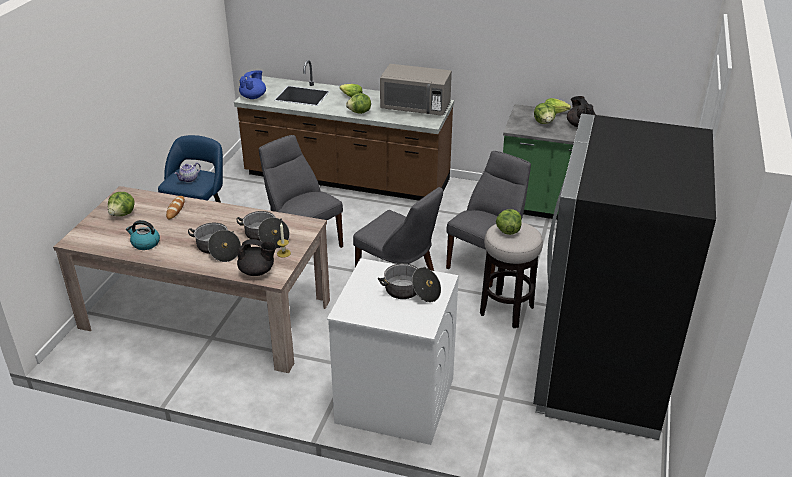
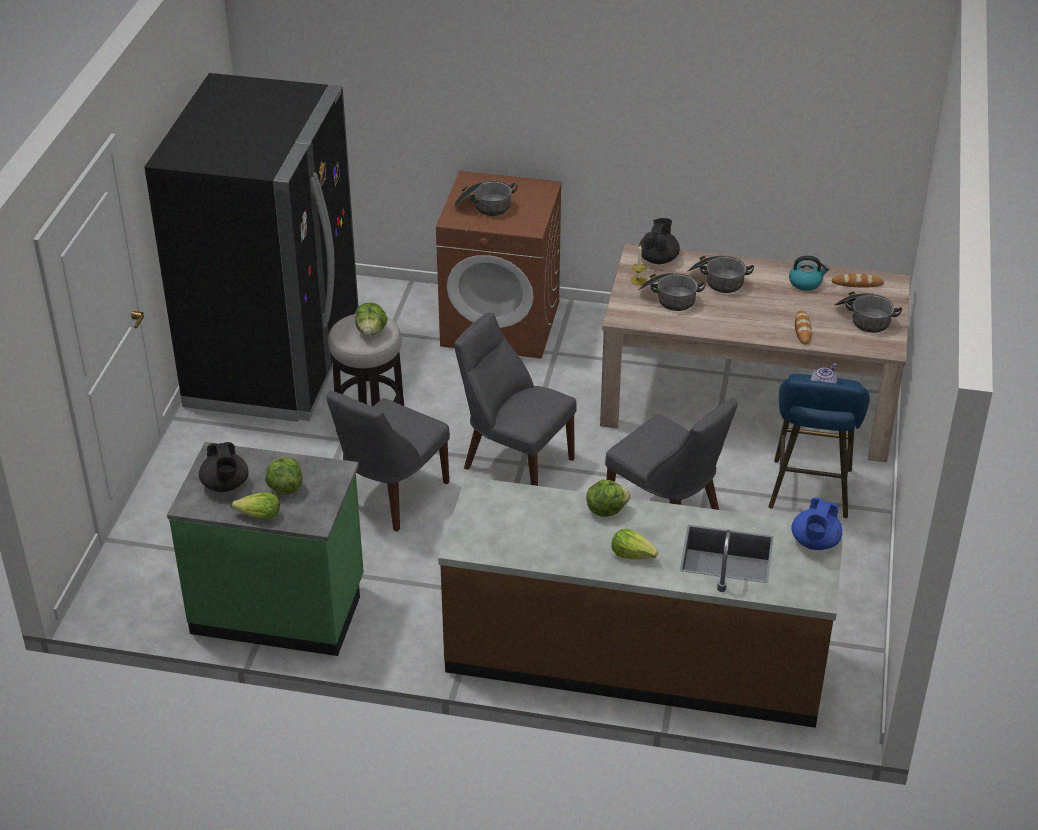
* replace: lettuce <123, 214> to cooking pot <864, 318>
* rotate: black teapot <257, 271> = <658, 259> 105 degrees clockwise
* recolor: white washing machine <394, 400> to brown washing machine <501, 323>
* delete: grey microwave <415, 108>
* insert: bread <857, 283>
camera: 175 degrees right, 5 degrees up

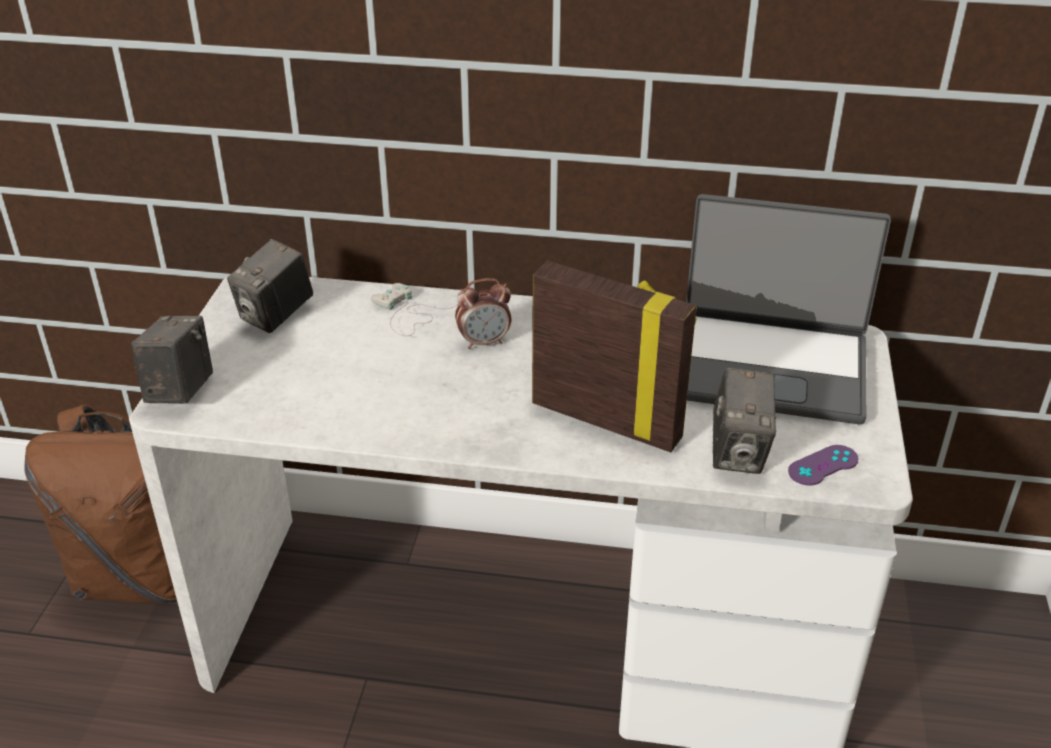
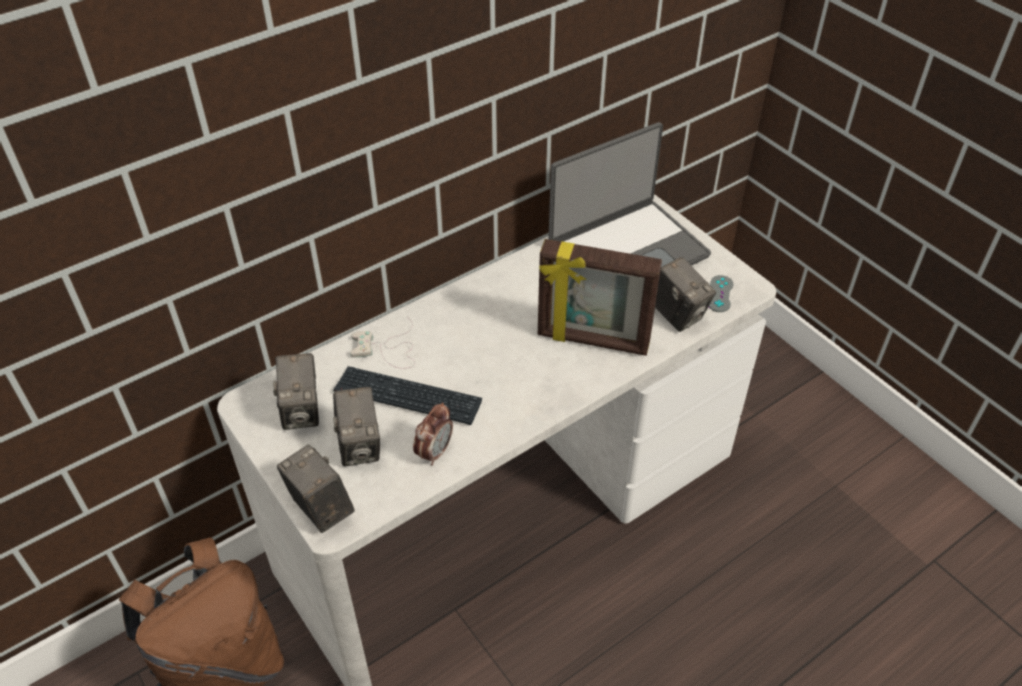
* move: alarm clock <484, 342> to <434, 452>
* rotate: picture frame <607, 420> = <592, 341> 150 degrees counterclockwise
* recolor: purple game controller <823, 465> to grey game controller <720, 294>
* insert: keyboard <407, 397>
* insert: photo camera <360, 446>
camera: 45 degrees left, 10 degrees up

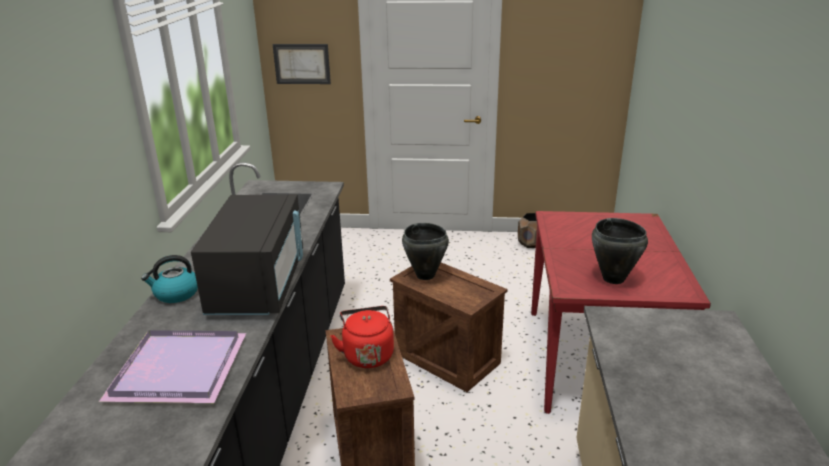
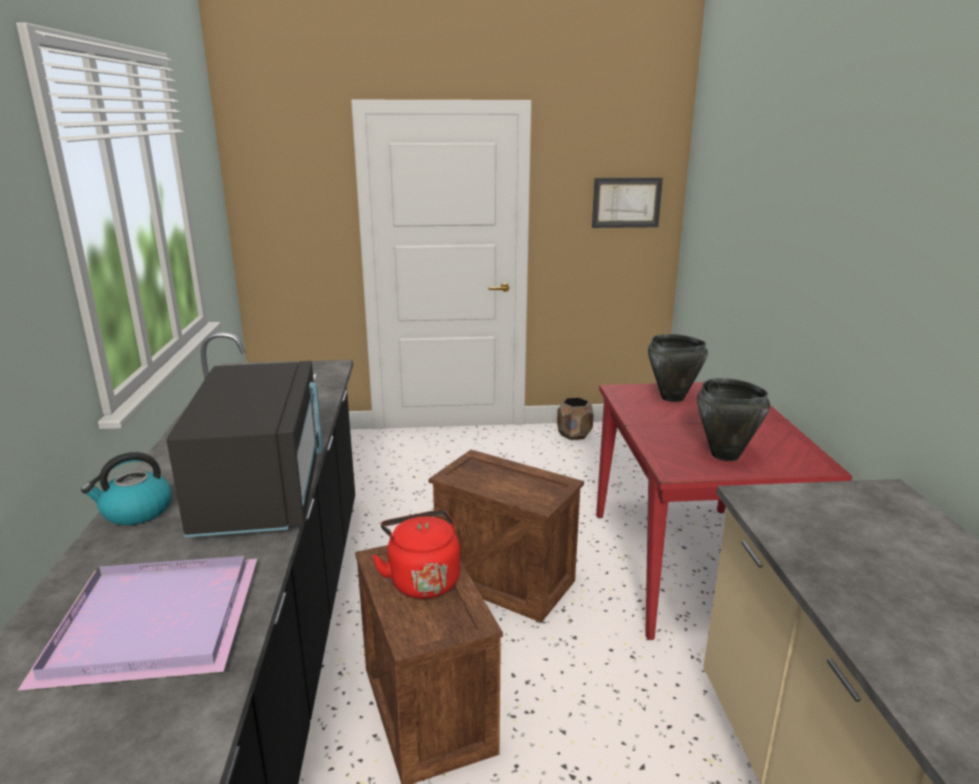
* move: picture <302, 64> to <626, 202>
* move: black cooking pot <425, 275> to <672, 398>
camera: 10 degrees left, 5 degrees down

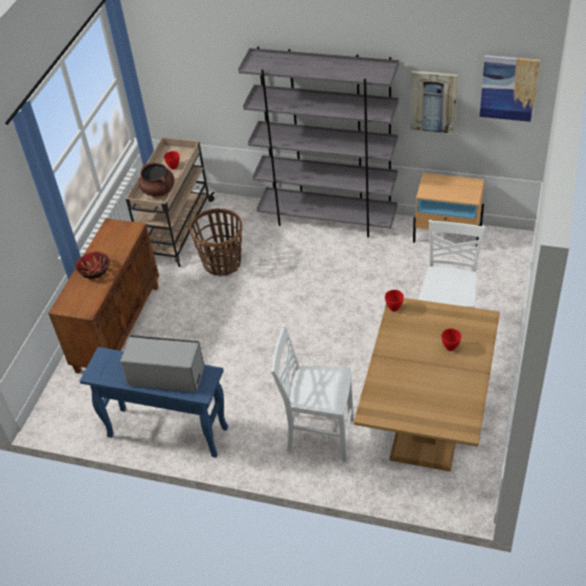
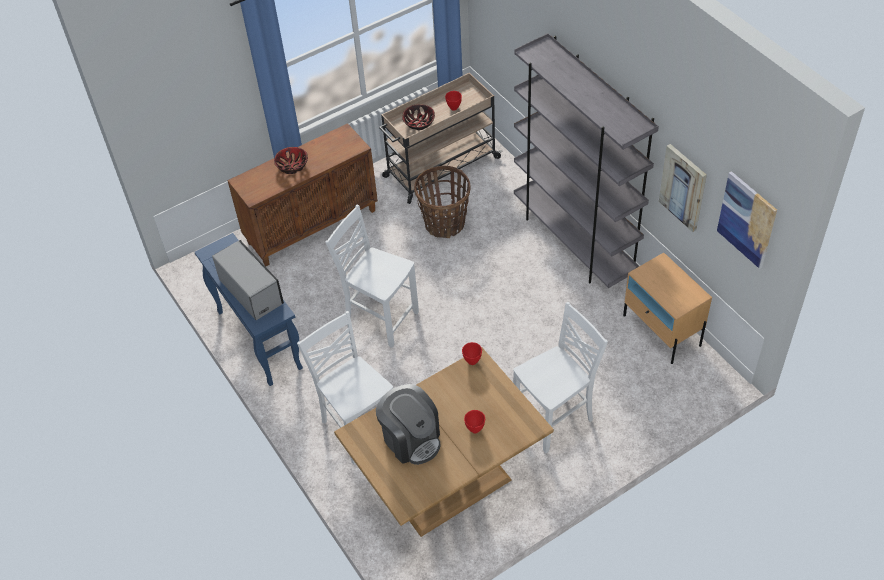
* replace: brown cooking pot <159, 190> to bowl <419, 123>
* insert: white chair <380, 318>
* insert: coffee machine <411, 439>
camera: 40 degrees right, 5 degrees up

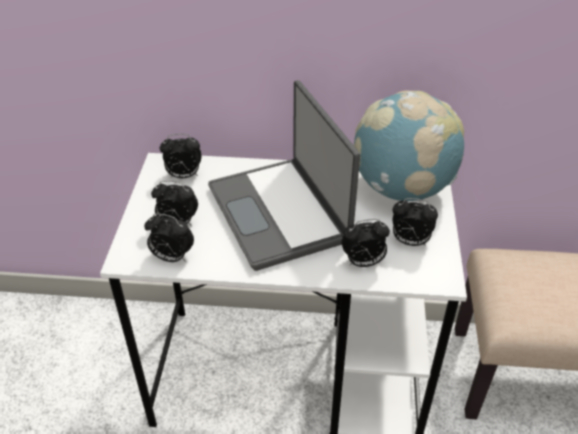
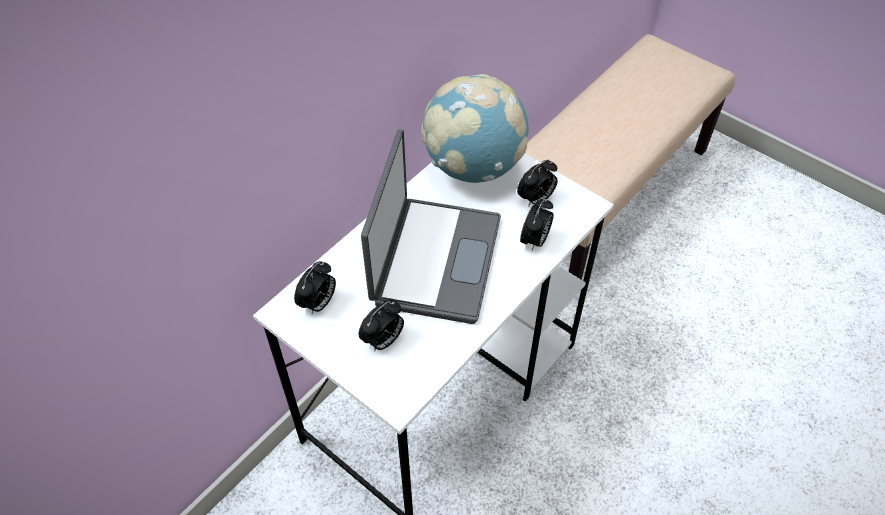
* delete: alarm clock <171, 257>
* rotate: laptop <280, 213> = <434, 260> 90 degrees counterclockwise
camera: 55 degrees left, 10 degrees up

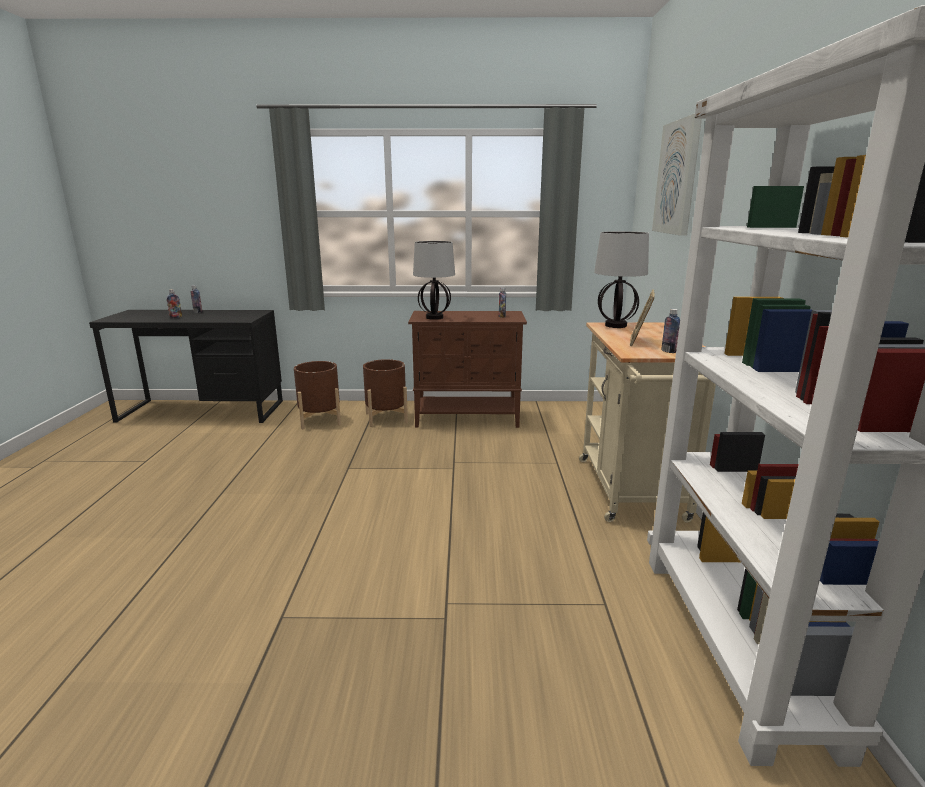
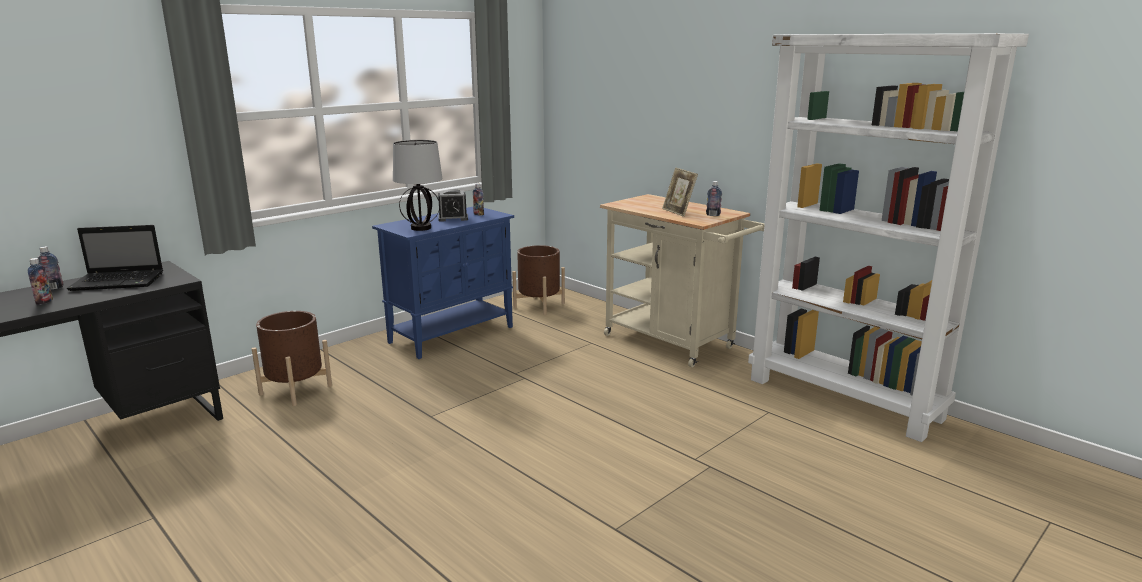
* move: brown planter <386, 418> to <539, 305>
* recolor: brown cabinet <468, 418> to blue cabinet <452, 334>
* delete: table lamp <616, 326>
* delete: picture <677, 178>
* insert: laptop <120, 282>
* insert: alarm clock <453, 218>
camera: 45 degrees left, 0 degrees up

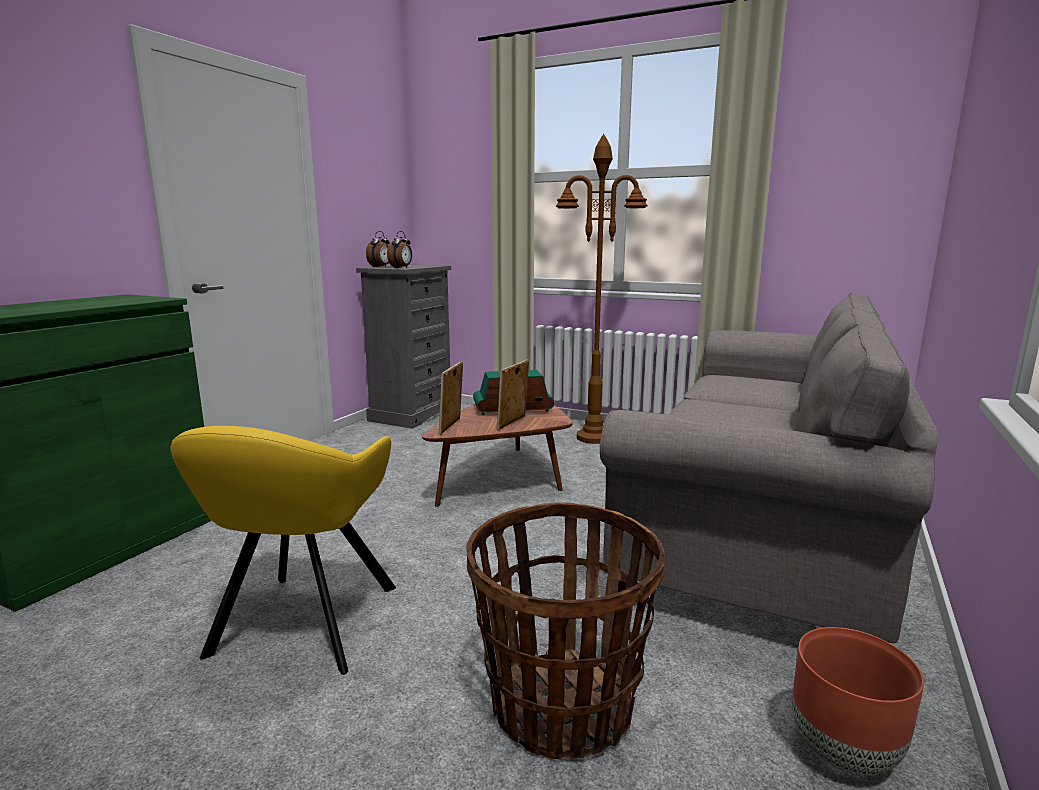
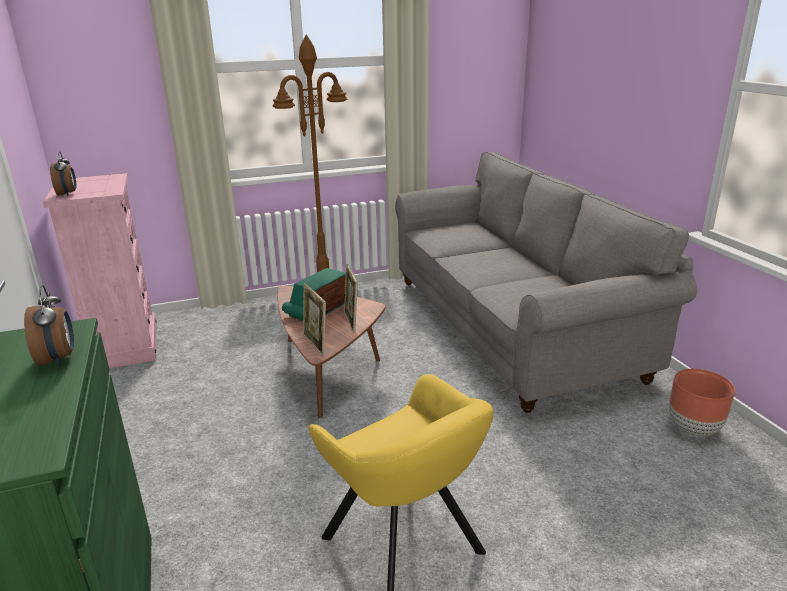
* recolor: grey dresser <411, 414> to pink dresser <124, 345>
* move: alarm clock <401, 268> to <58, 359>
* delete: basket <561, 707>
camera: 45 degrees left, 10 degrees up

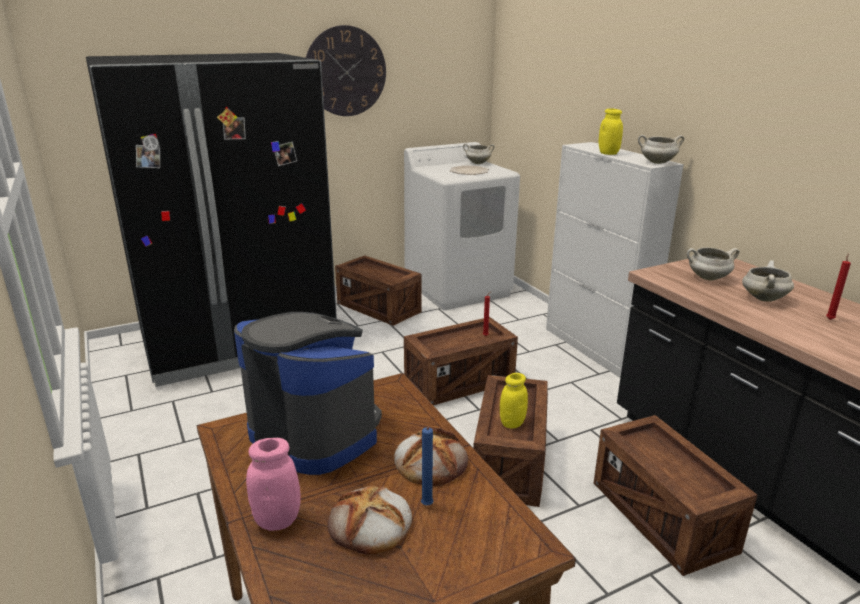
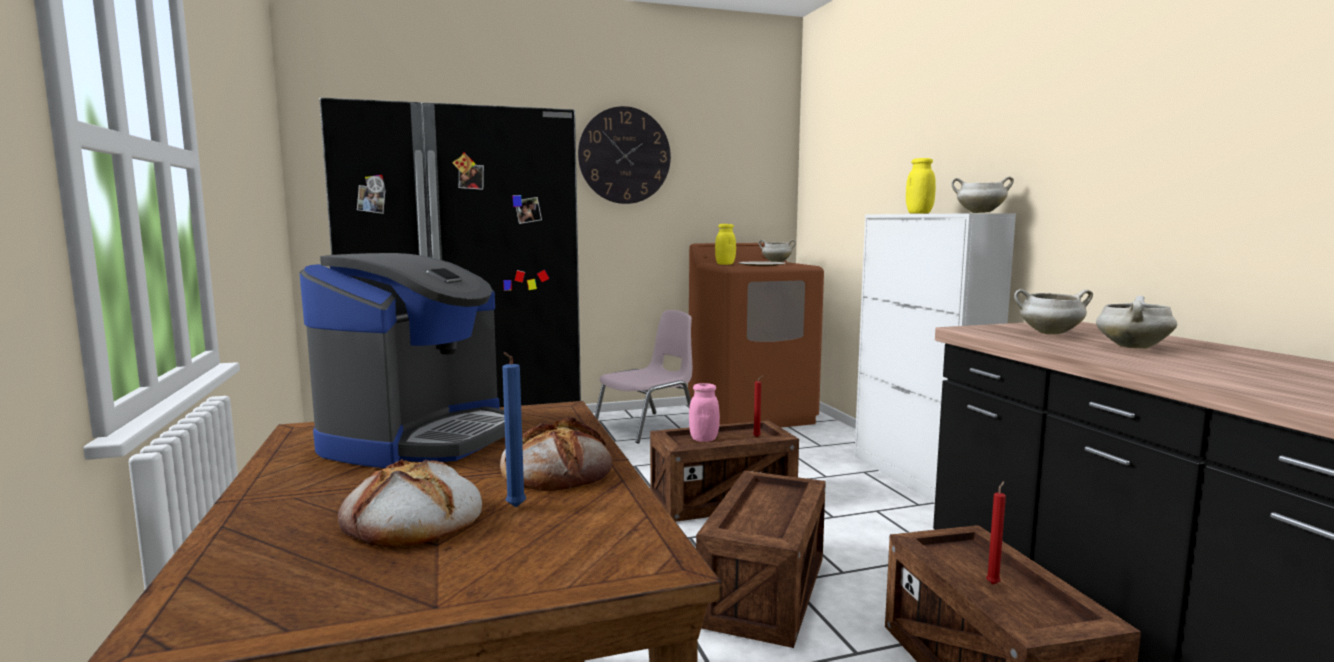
* rotate: coffee machine <315, 433> = <420, 437> 60 degrees clockwise
* move: pink jar <277, 520> to <704, 439>
* replace: crate <379, 308> to pink chair <647, 427>
* recolor: white washing machine <458, 288> to brown washing machine <751, 414>
* move: yellow jar <512, 423> to <725, 264>
* move: red candle <830, 319> to <993, 583>
camera: 10 degrees right, 15 degrees down

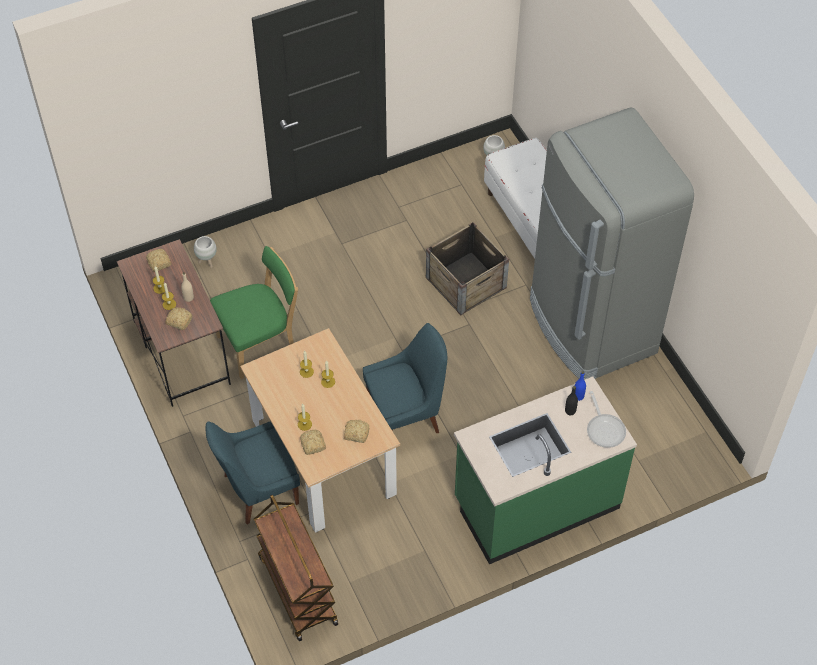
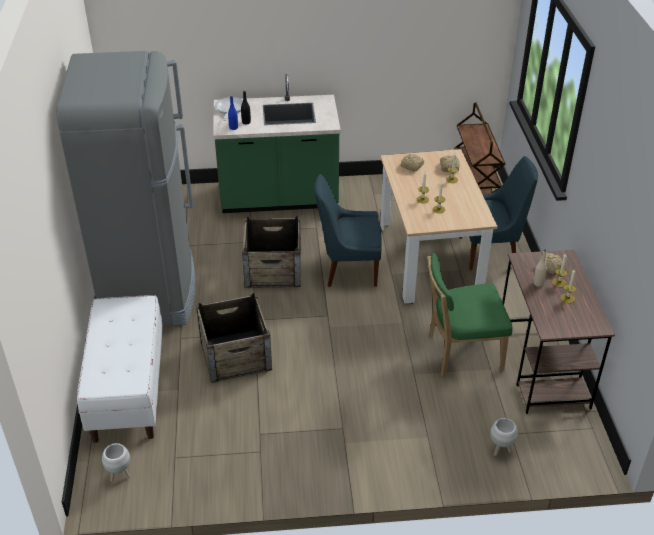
* delete: bread <159, 263>
* insert: crate <273, 269>
camera: 160 degrees left, 15 degrees down

